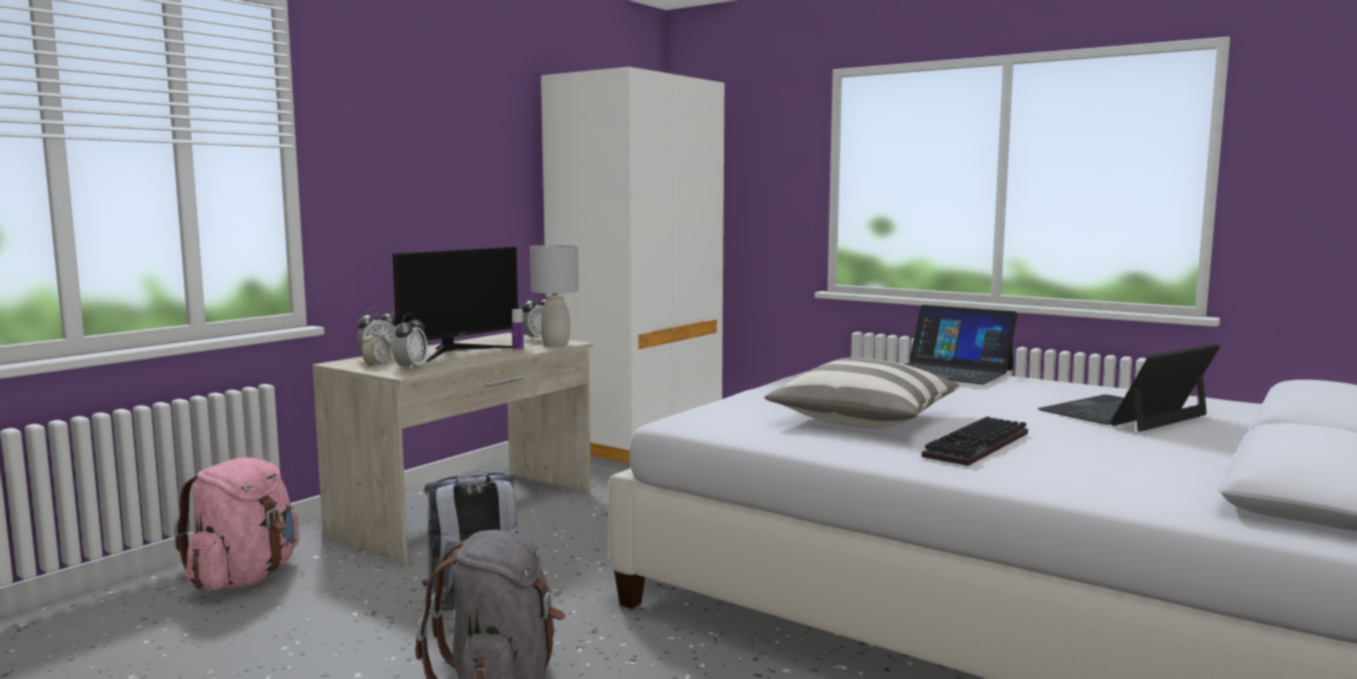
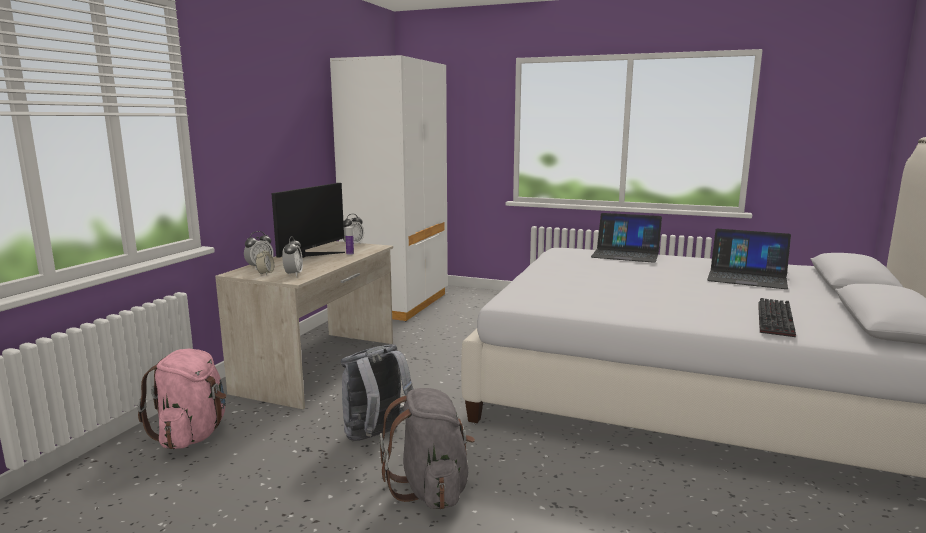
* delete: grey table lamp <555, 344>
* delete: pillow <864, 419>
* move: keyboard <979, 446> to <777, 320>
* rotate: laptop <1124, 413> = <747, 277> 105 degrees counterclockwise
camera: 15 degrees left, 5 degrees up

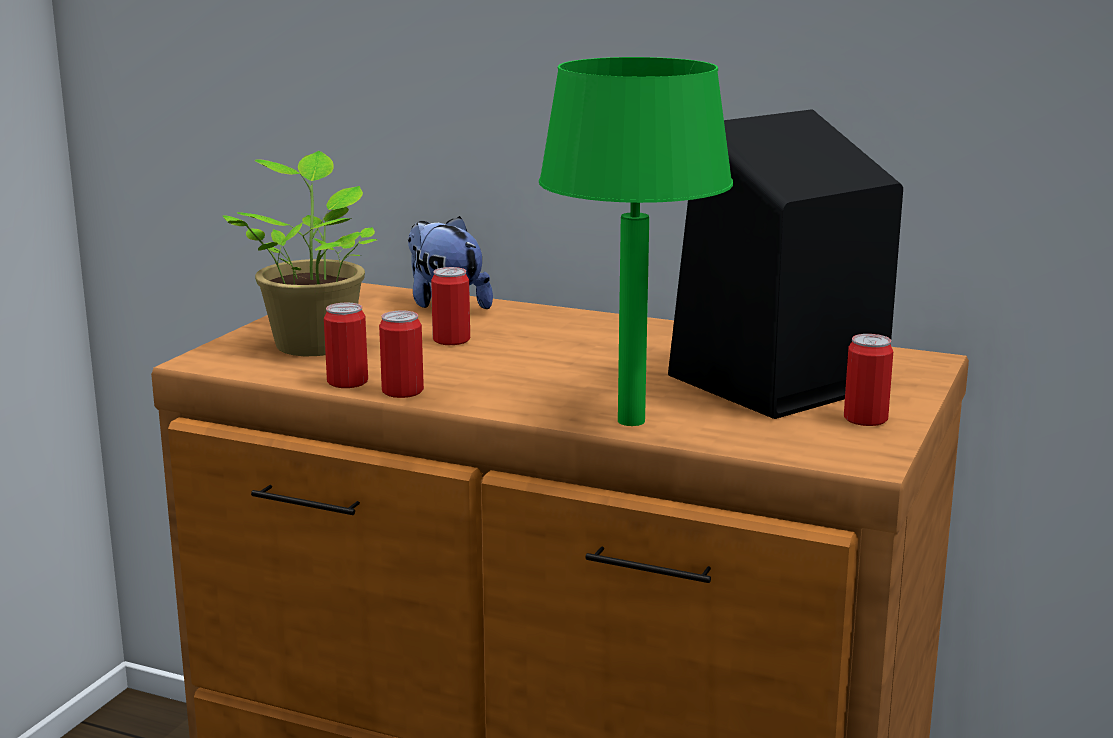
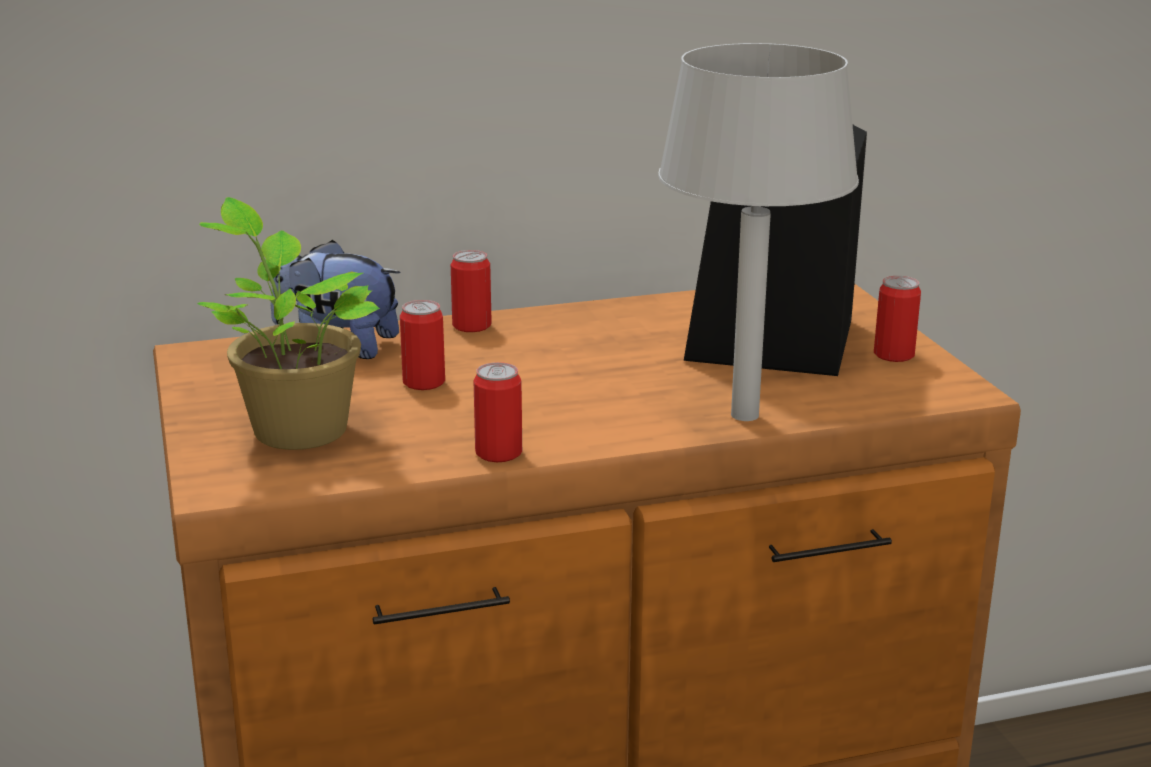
* move: can <347, 382> to <471, 326>
* recolor: green table lamp <632, 421> to grey table lamp <747, 415>
camera: 40 degrees left, 5 degrees up

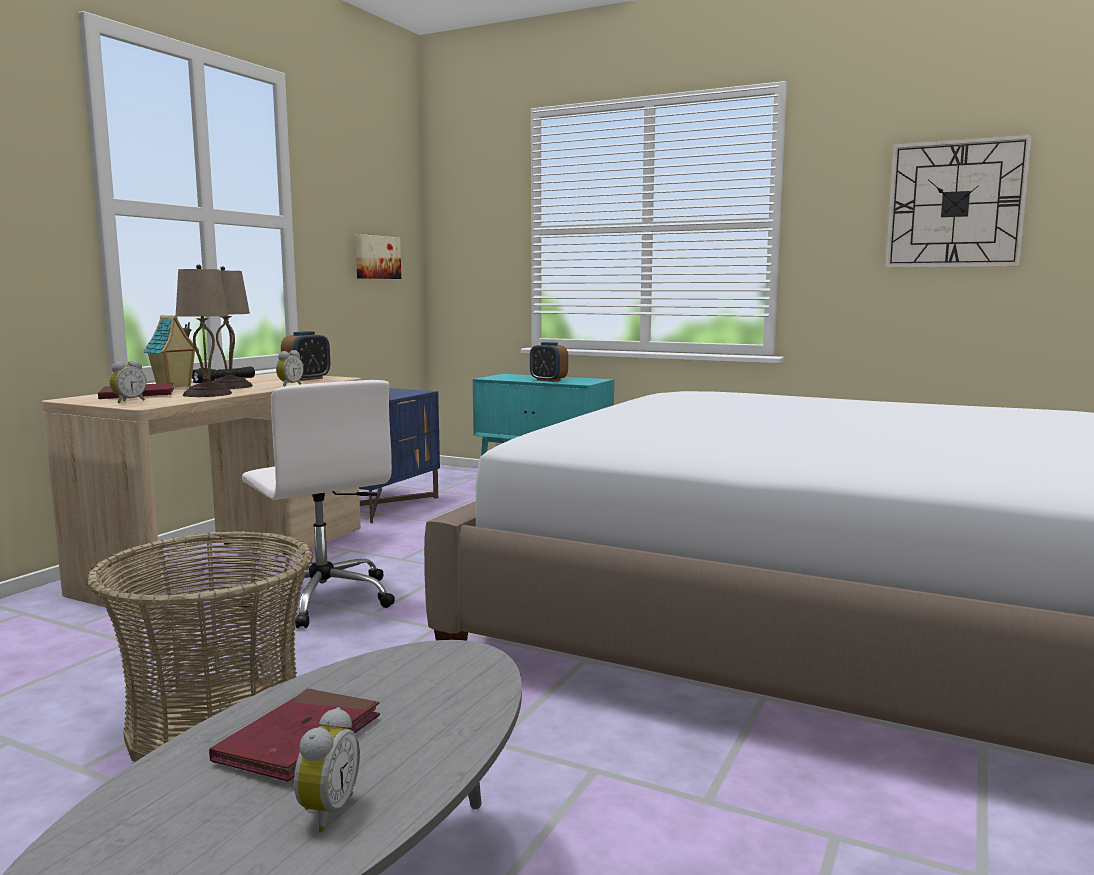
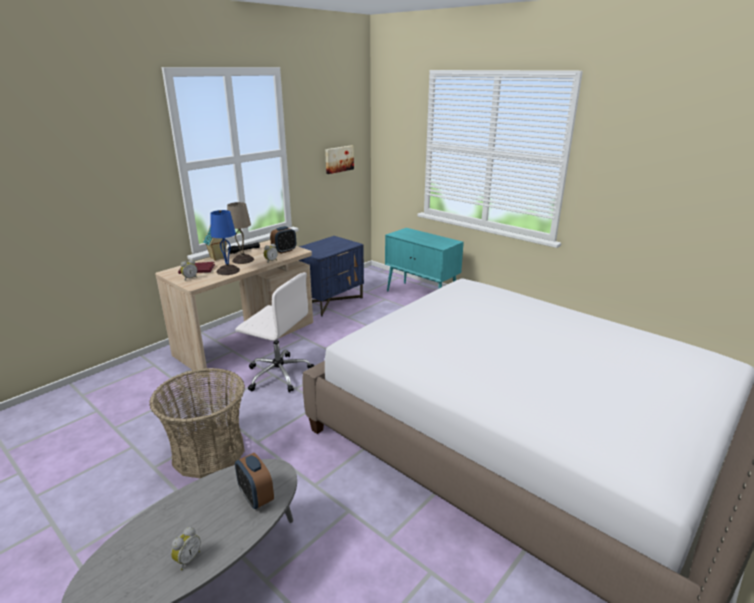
* recolor: beige table lamp <206, 394> to blue table lamp <227, 271>
* delete: red book <299, 740>
* rotate: white office chair <322, 599> = <278, 374> 45 degrees counterclockwise
* move: alarm clock <548, 380> to <256, 497>
* delete: wall clock <955, 204>
camera: 15 degrees right, 15 degrees up

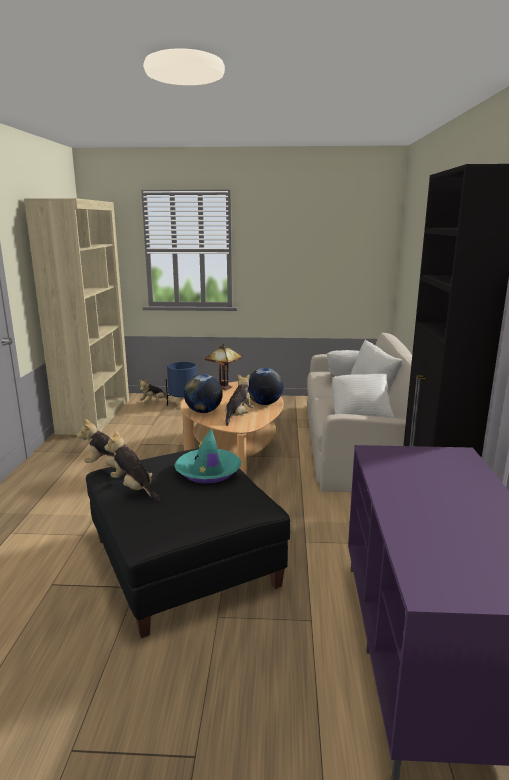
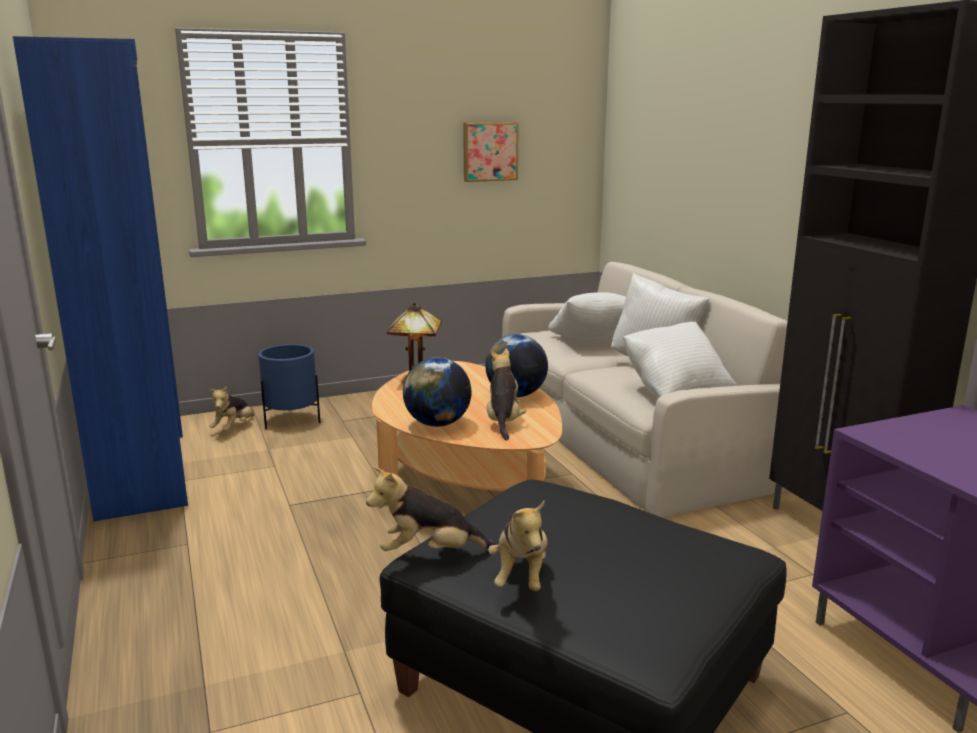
* recolor: beige bookcase <95, 416> to blue bookcase <142, 471>
* rotate: plush toy <134, 488> = <521, 576> 105 degrees counterclockwise
* delete: turquoise hat <208, 472>
* insert: picture <489, 151>
camera: 25 degrees left, 0 degrees up

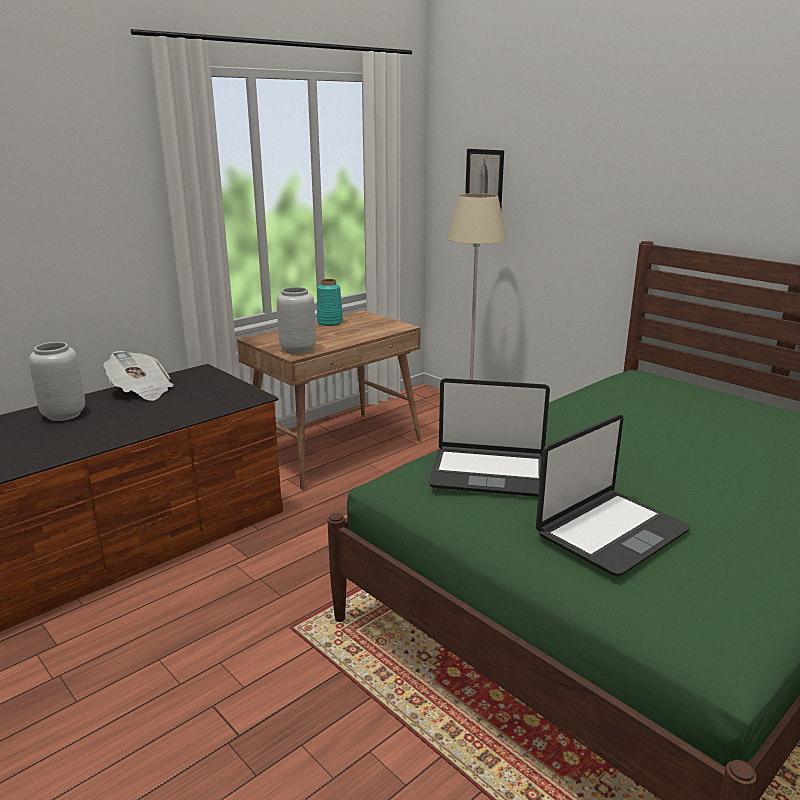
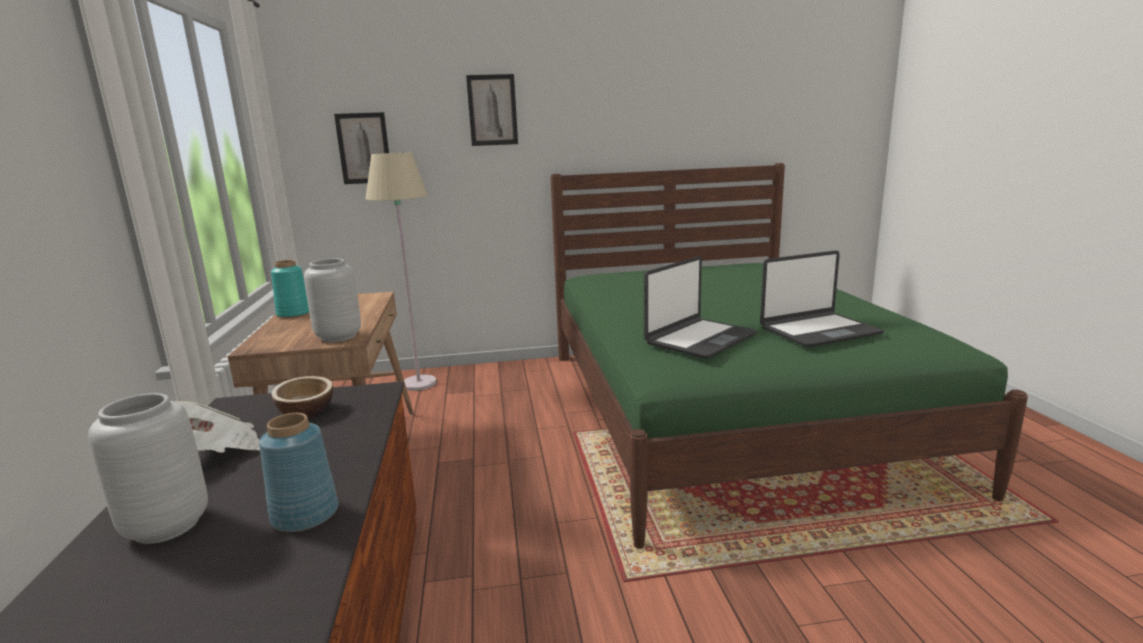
* rotate: laptop <610, 532> = <818, 331> 75 degrees clockwise
* insert: blue vase <305, 515>
* insert: bowl <306, 411>
* insert: picture <492, 110>
camera: 55 degrees left, 5 degrees down

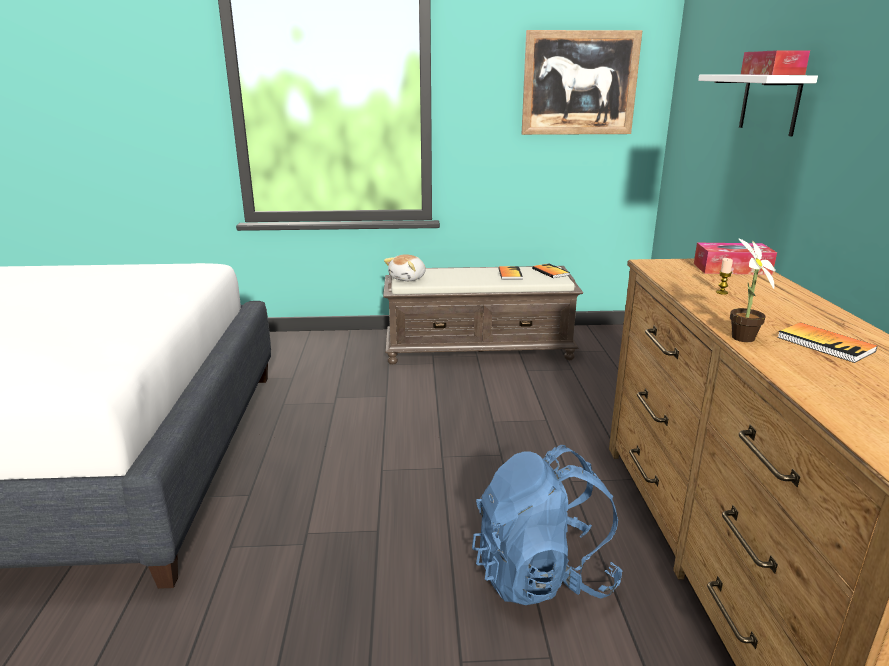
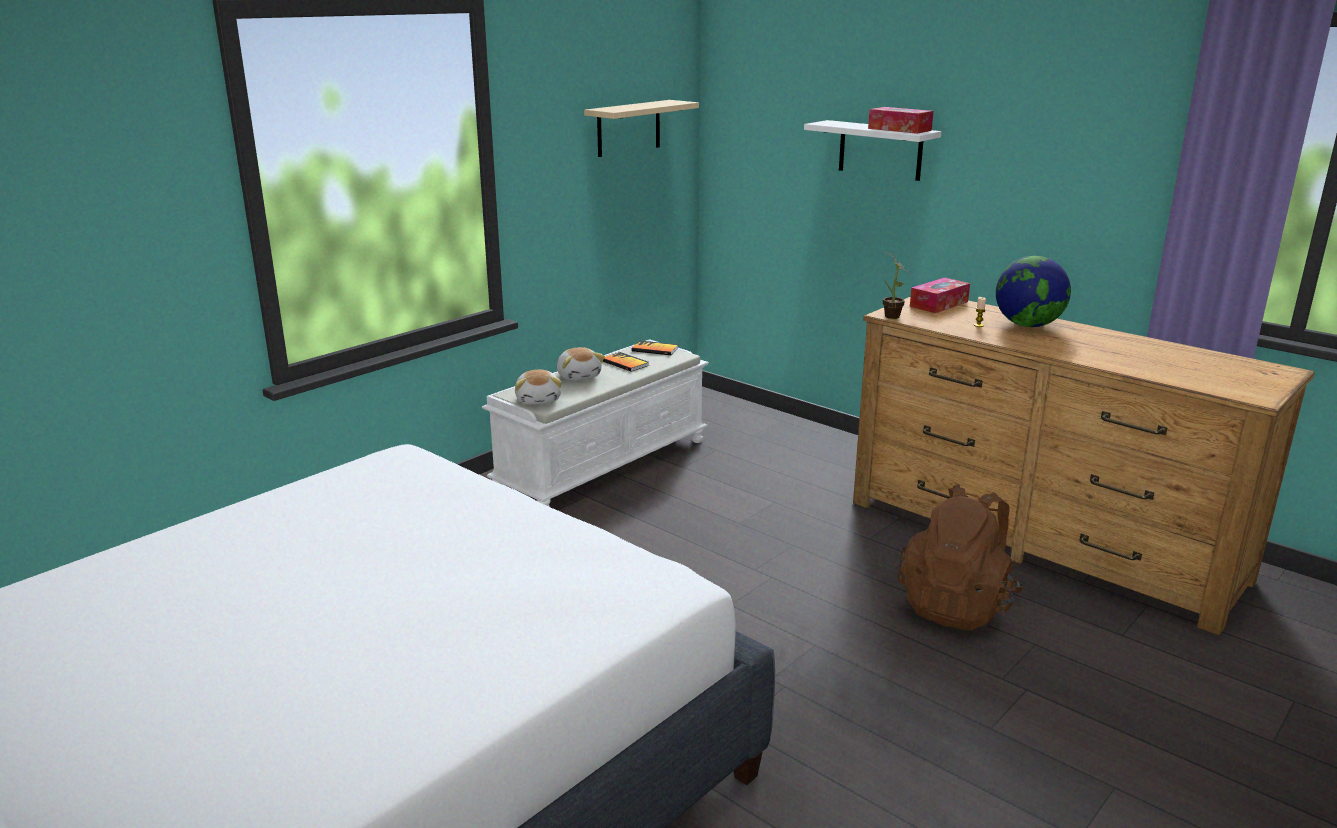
* recolor: brown bench <479, 349> to white bench <603, 464>
* recolor: blue backpack <542, 575> to brown backpack <957, 606>
* replace: picture <579, 83> to beige shelf <628, 128>
* move: potted plant <741, 339> to <892, 317>
* delete: book <825, 344>
* insert: plush toy <579, 376>
* insert: globe <1028, 325>
camera: 45 degrees left, 0 degrees up

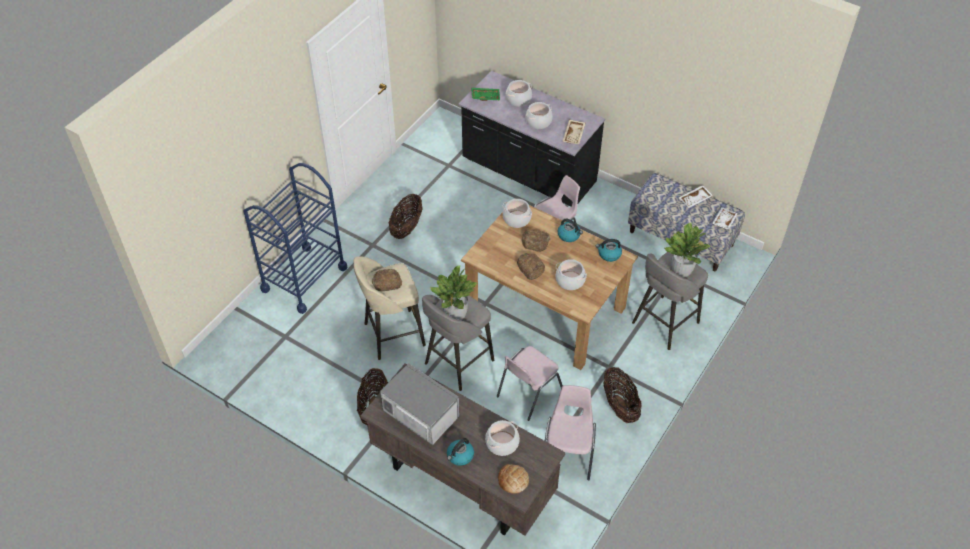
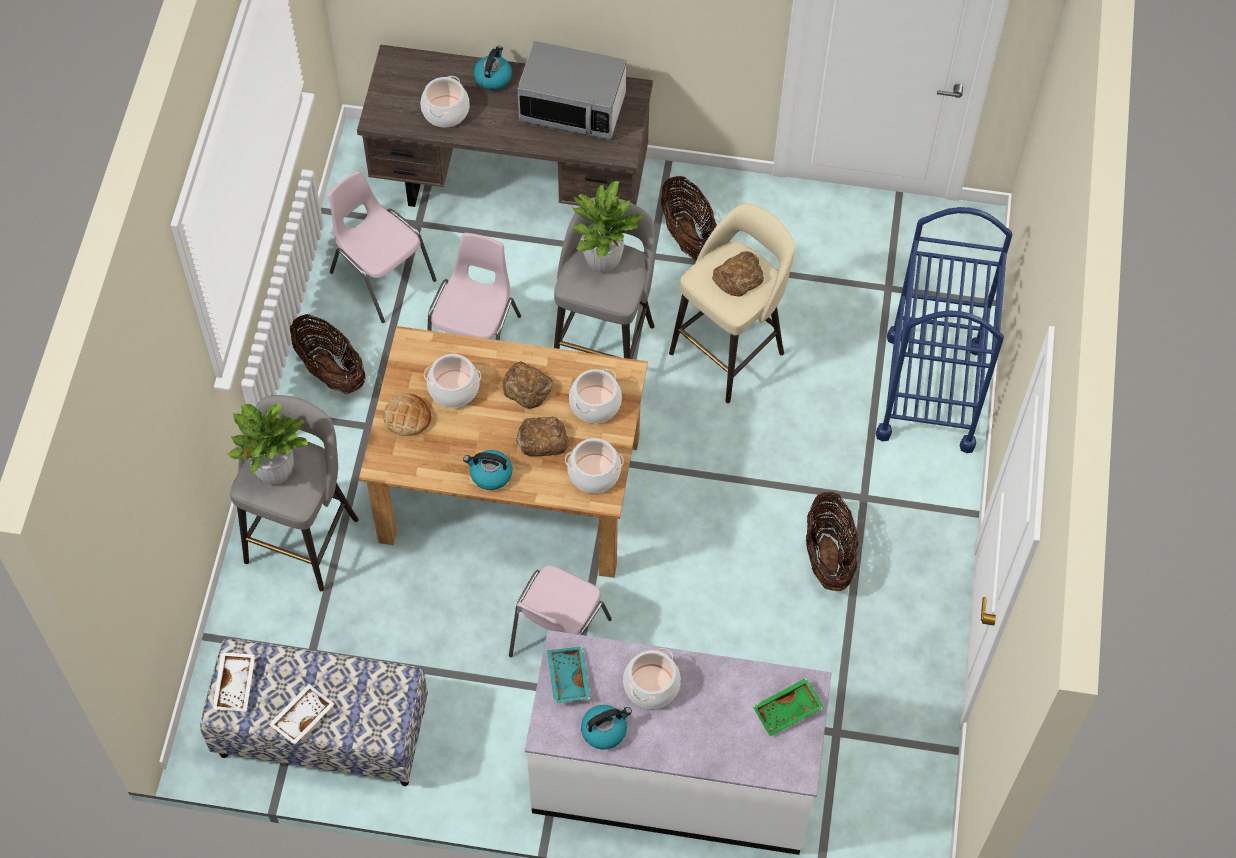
* recolor: black counter <528, 173> to white counter <673, 777>
* move: bread <513, 480> to <407, 417>
* move: cooking pot <518, 99> to <595, 404>
* rotate: pink chair <568, 452> = <381, 276> 150 degrees clockwise
* recolor: beige tray <574, 135> to turquoise tray <567, 678>
* move: kettle <609, 254> to <604, 730>
camera: 155 degrees right, 10 degrees up

